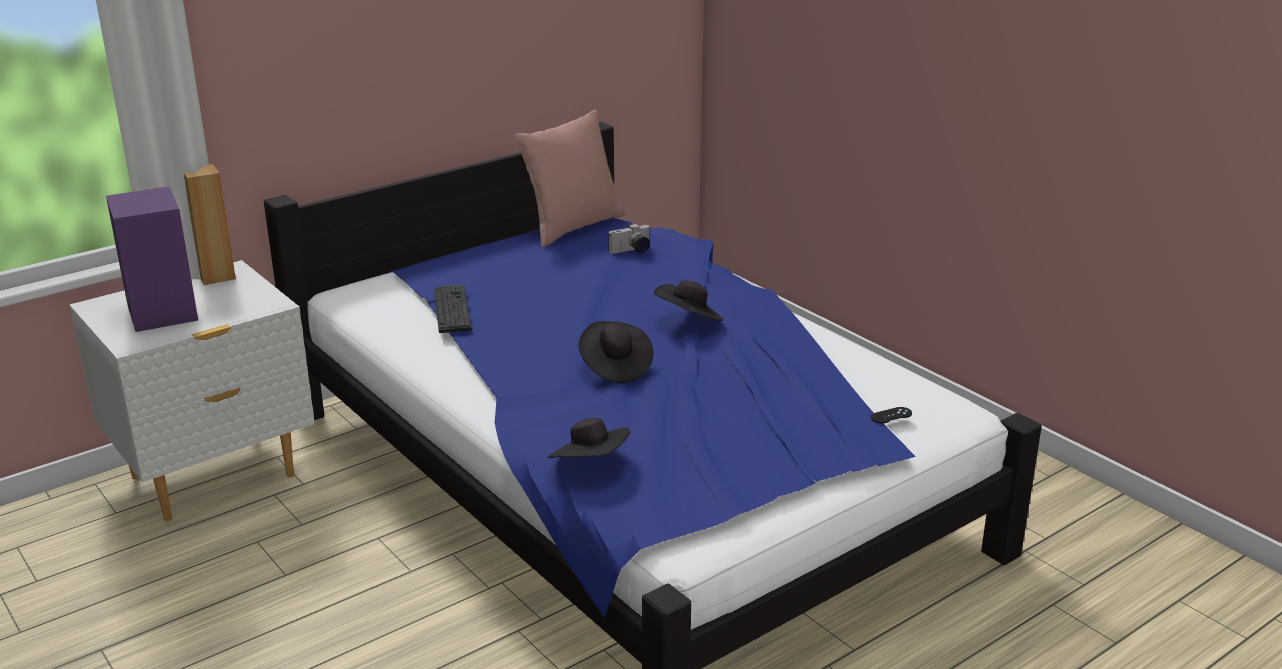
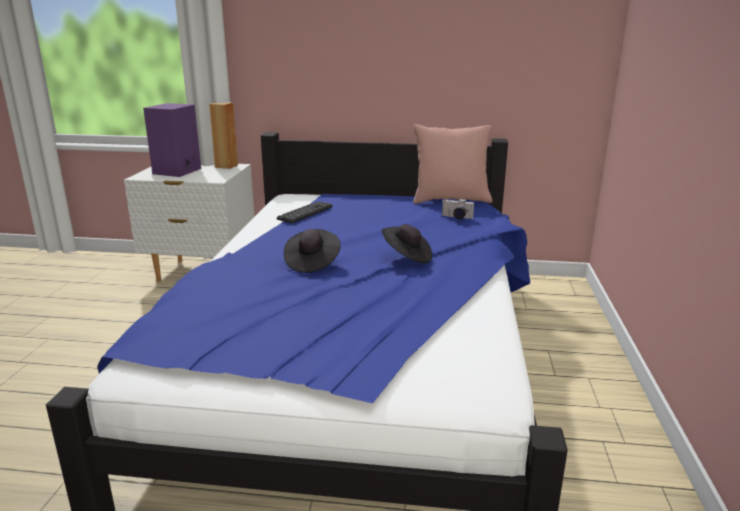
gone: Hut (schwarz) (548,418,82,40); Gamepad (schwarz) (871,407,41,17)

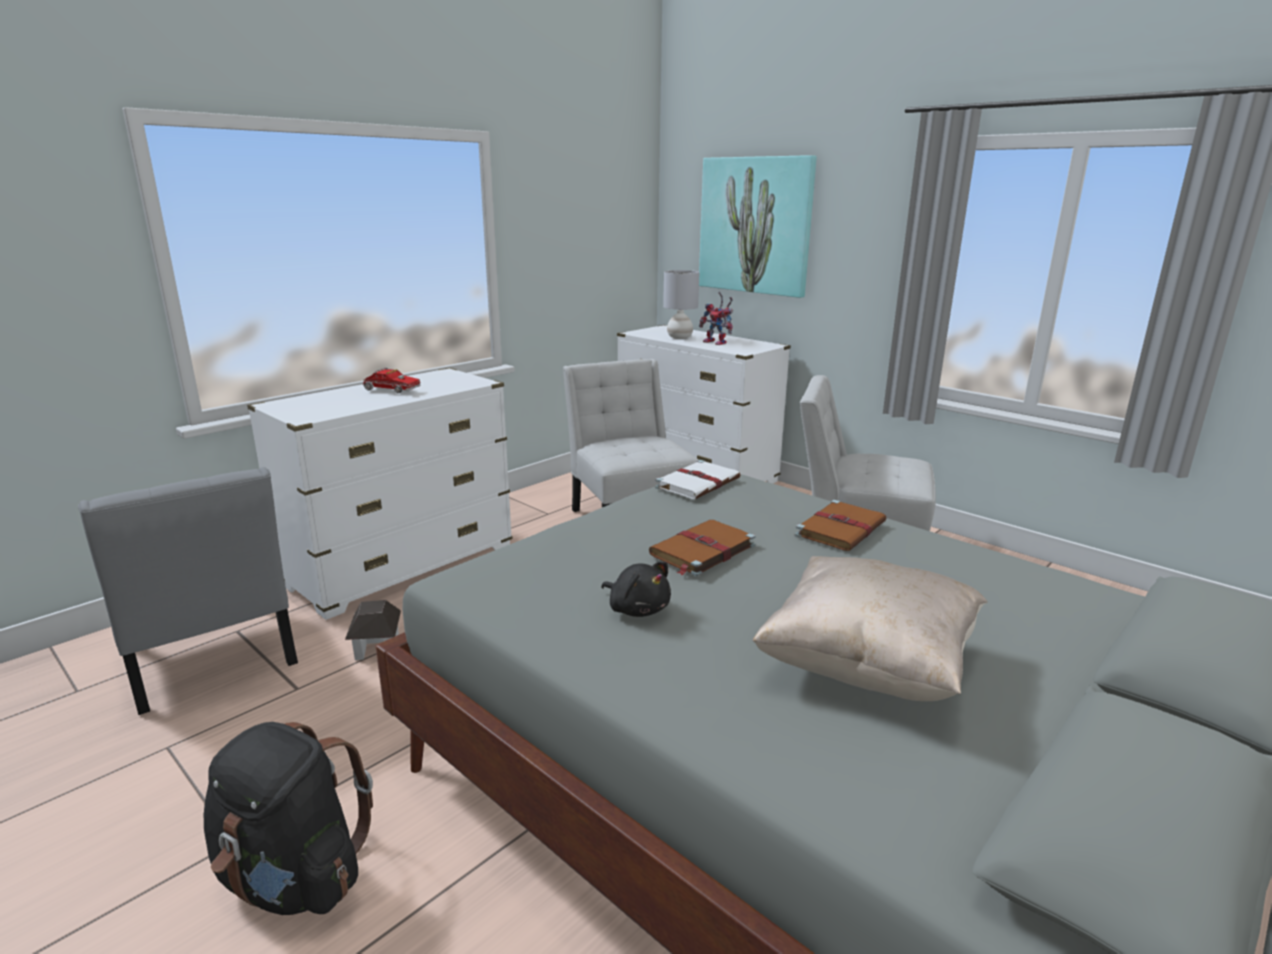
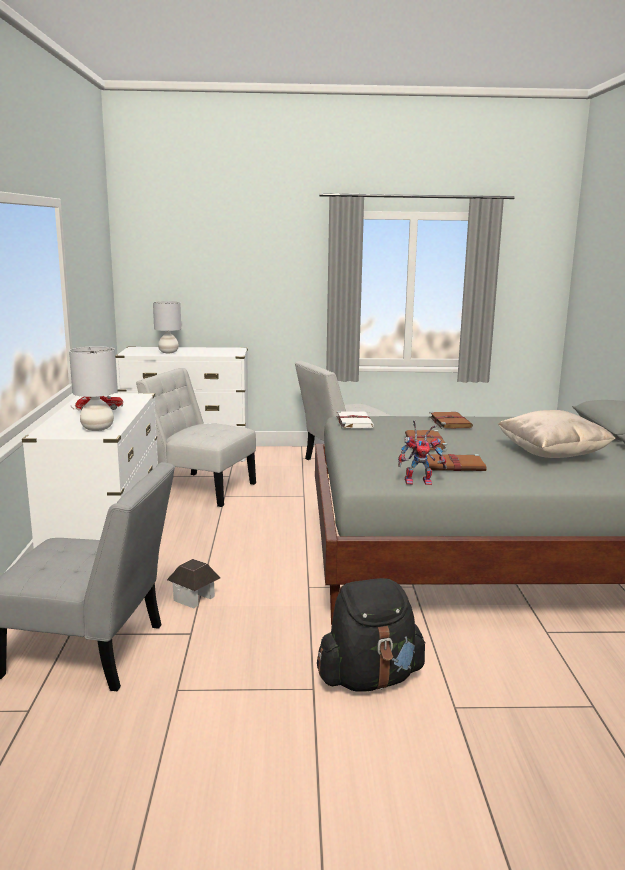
gone: Bild (699,155,118,143)
new: Tischlampe (grau) (69,346,48,85)
shifted: Spielzeugroboter (699,292,34,53) to (398,420,49,65)
swapped: Plüschtier (schwarz) (601,562,70,55) to Buch (braun) (427,454,59,17)

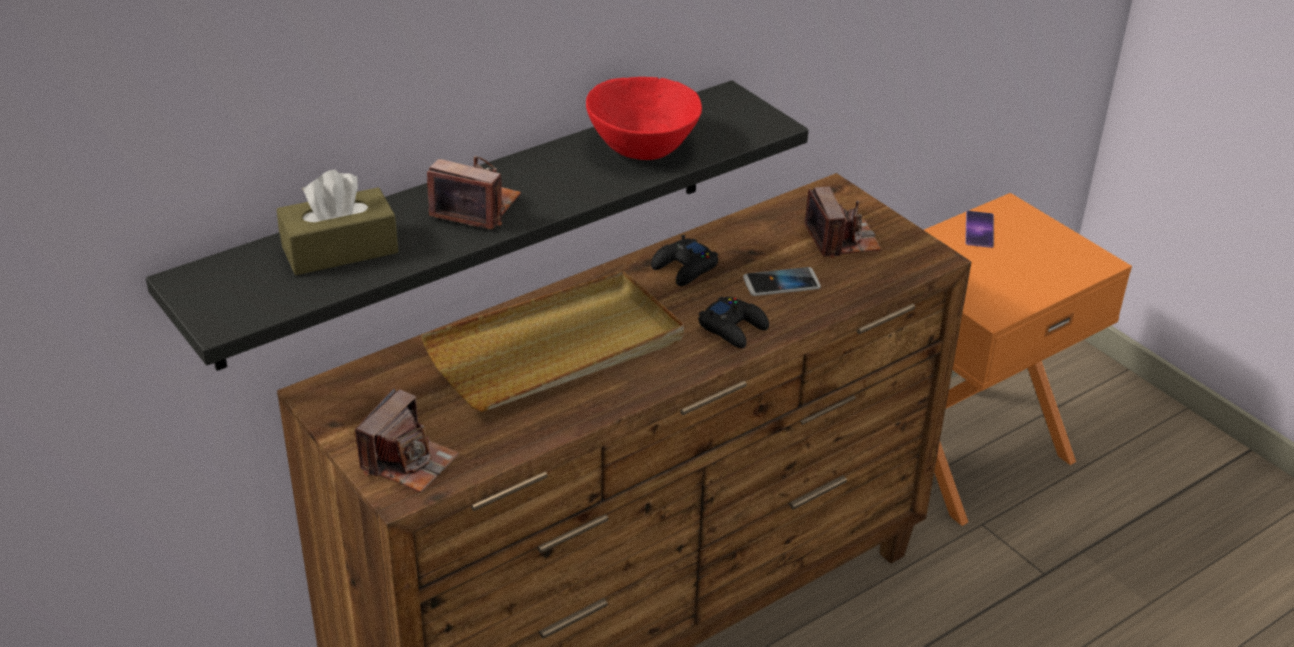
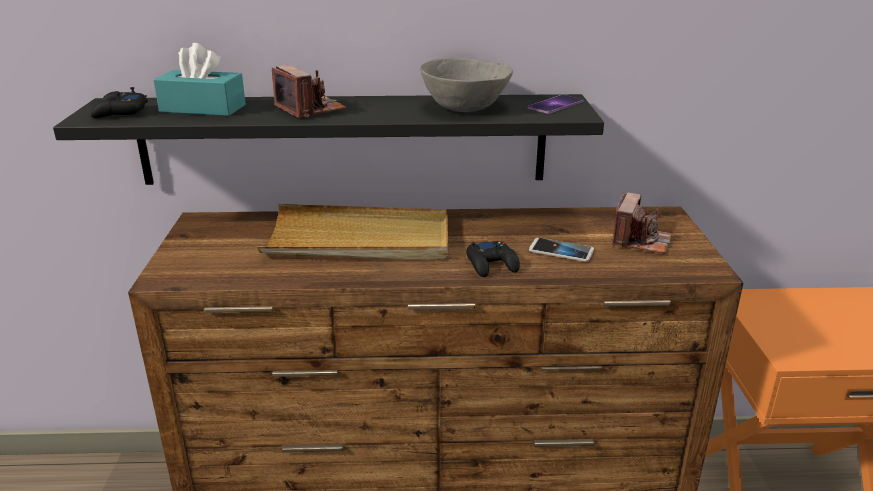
gone: Kamera (355,388,104,105)
shifted: Gamepad (schwarz) (651,235,67,51) to (91,87,57,31); Handy (965,211,29,37) to (528,95,55,19)
repainted: Taschentuchbox (braun) (276,170,122,105) to Taschentuchbox (türkis) (154,43,92,73); Schüssel (rot) (586,77,116,83) to Schüssel (grau) (420,58,93,54)

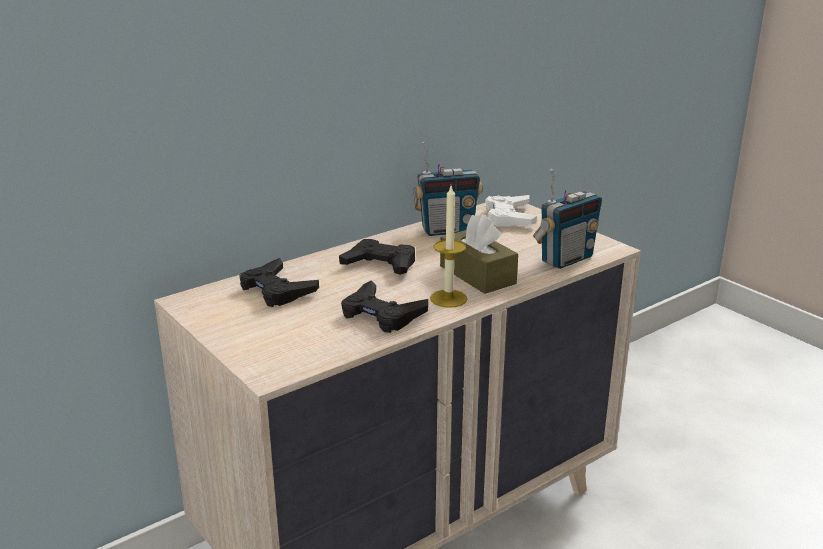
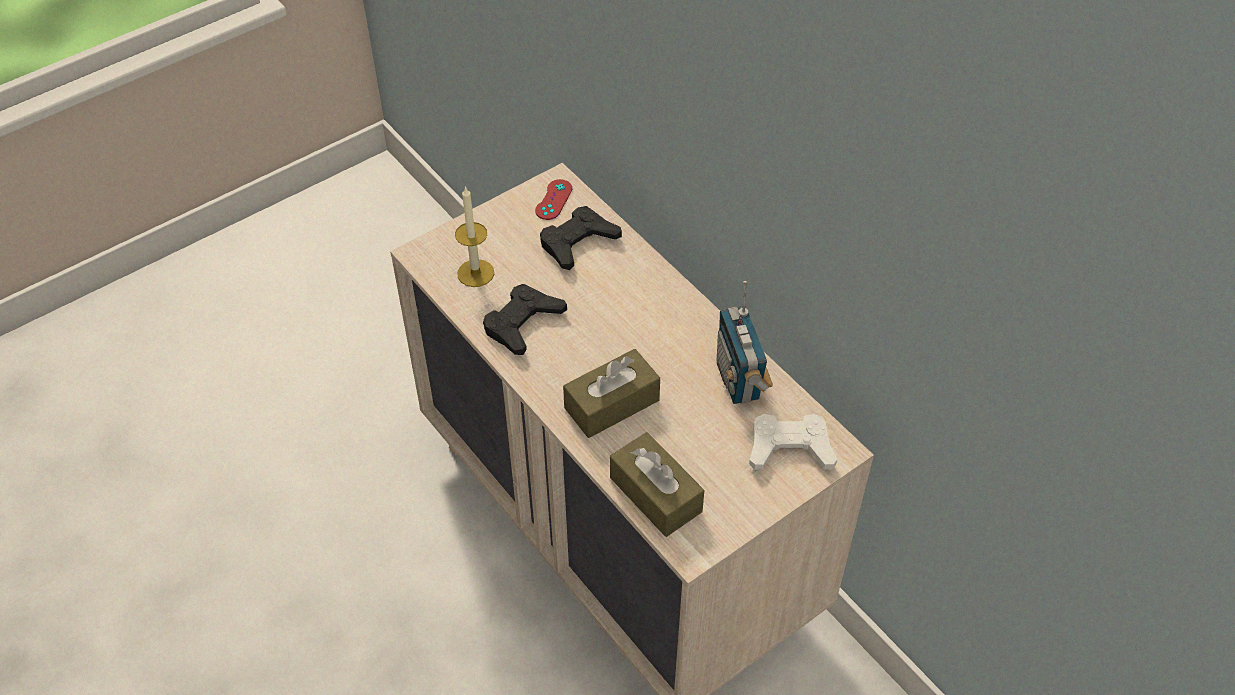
gone: Gamepad (schwarz) (339,239,76,36)
new: Gamepad (rot) (535,179,37,41)
shifted: Kerze (430,186,37,122) to (455,186,39,101)
swapped: Radio (533,169,69,100) to Taschentuchbox (braun) (610,432,94,105)

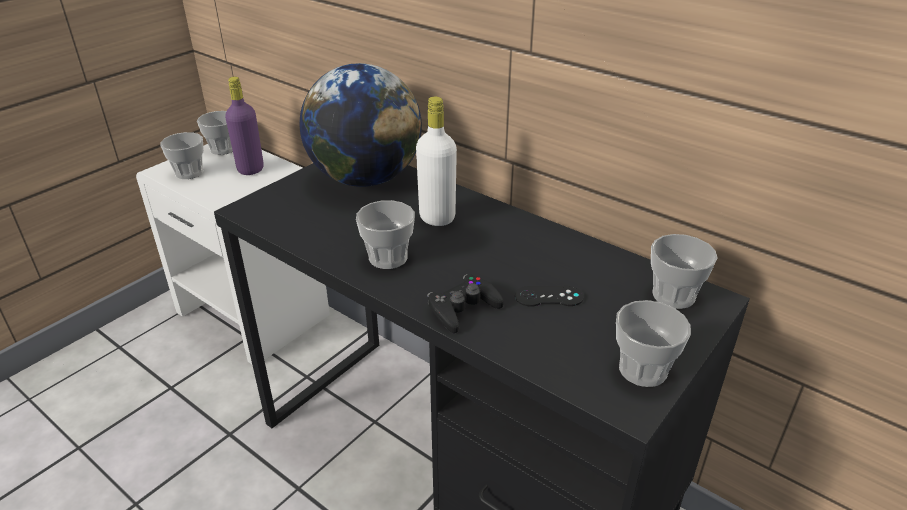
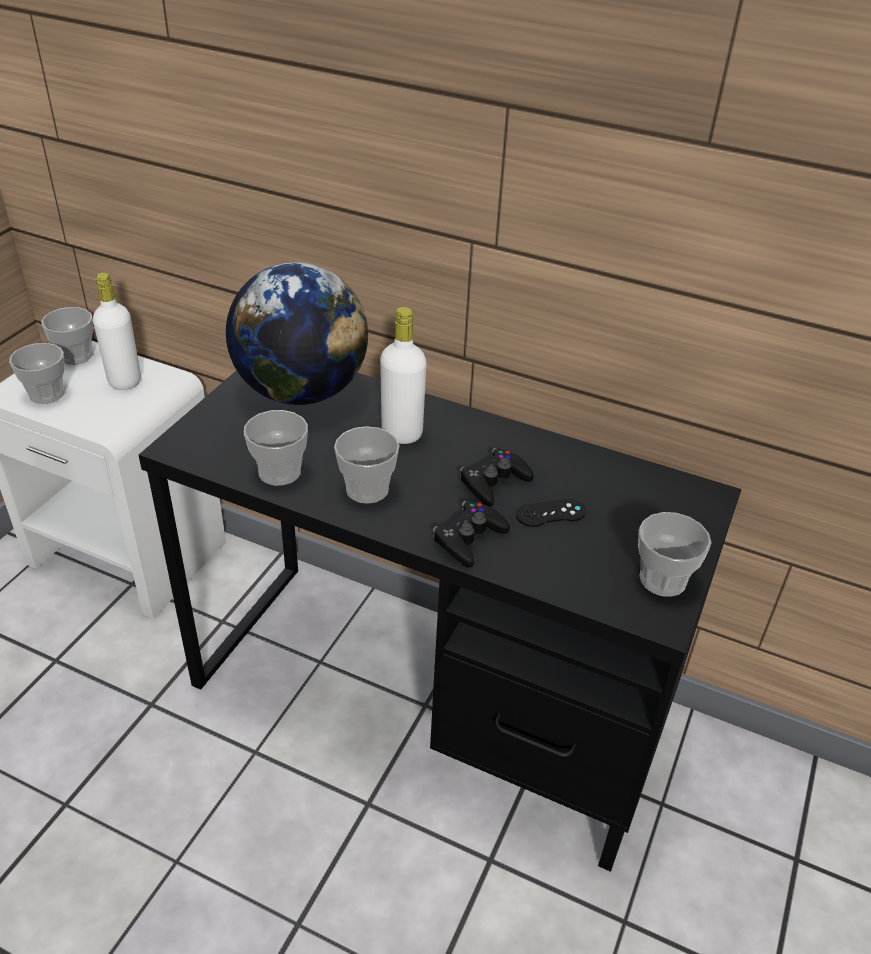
new: Gamepad (schwarz) (460,448,74,59)
shifted: Tasse (651,234,67,75) to (244,410,64,76)
repainted: Flasche (lila) (225,77,39,98) to Flasche (weiß) (93,272,48,118)

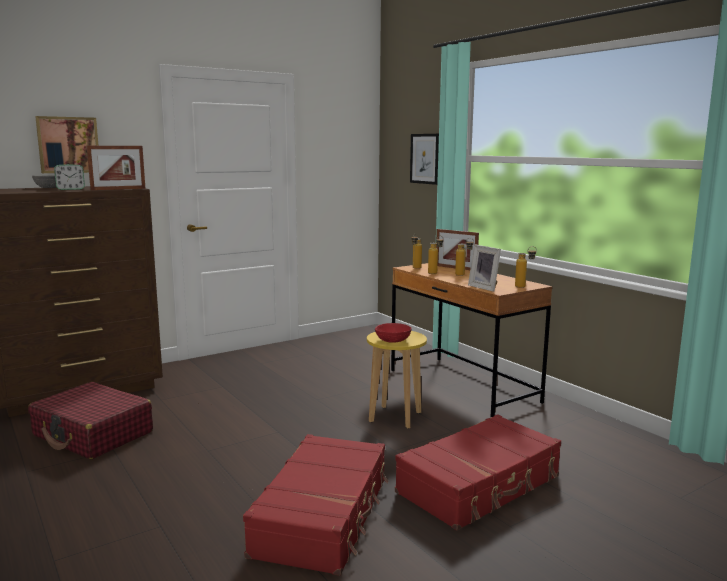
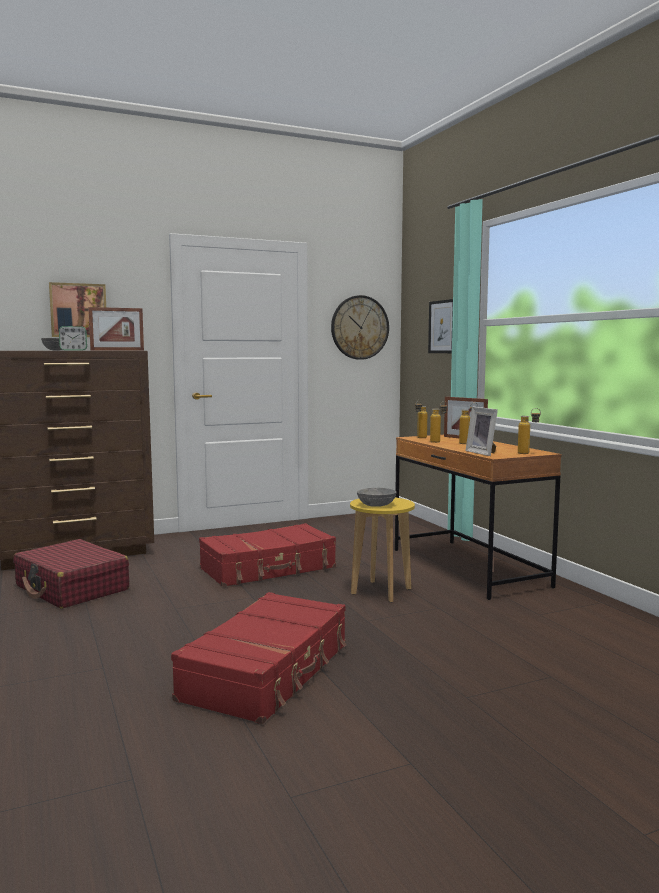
new: Wanduhr (331,295,58,65)
shifted: Koffer (rot) (395,414,166,117) to (199,523,137,64)
repainted: Schüssel (rot) (375,323,37,20) to Schüssel (grau) (357,488,39,19)

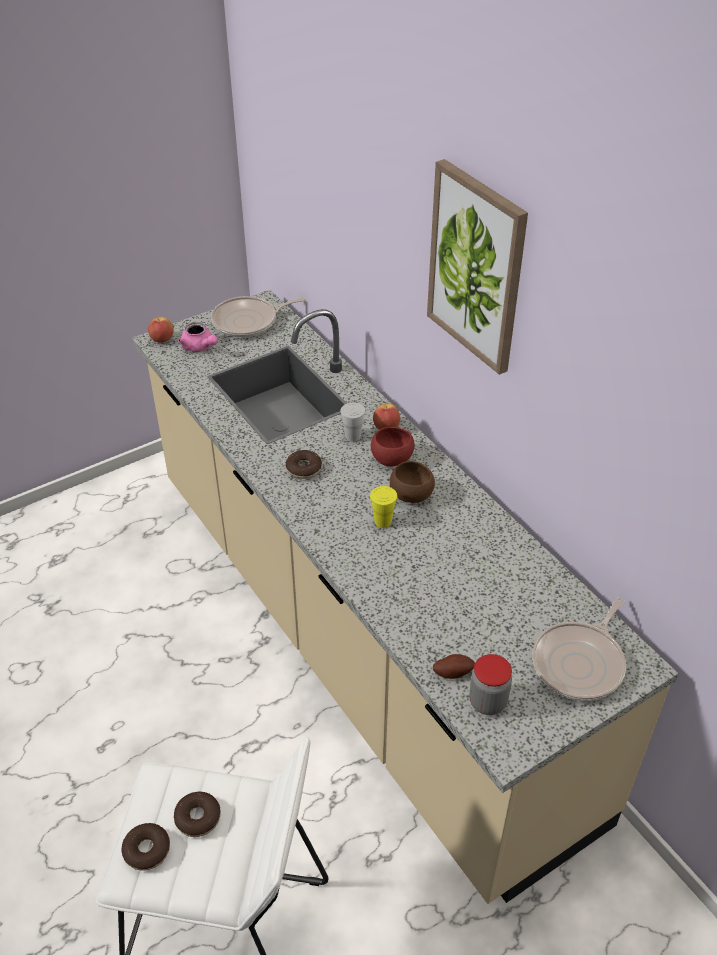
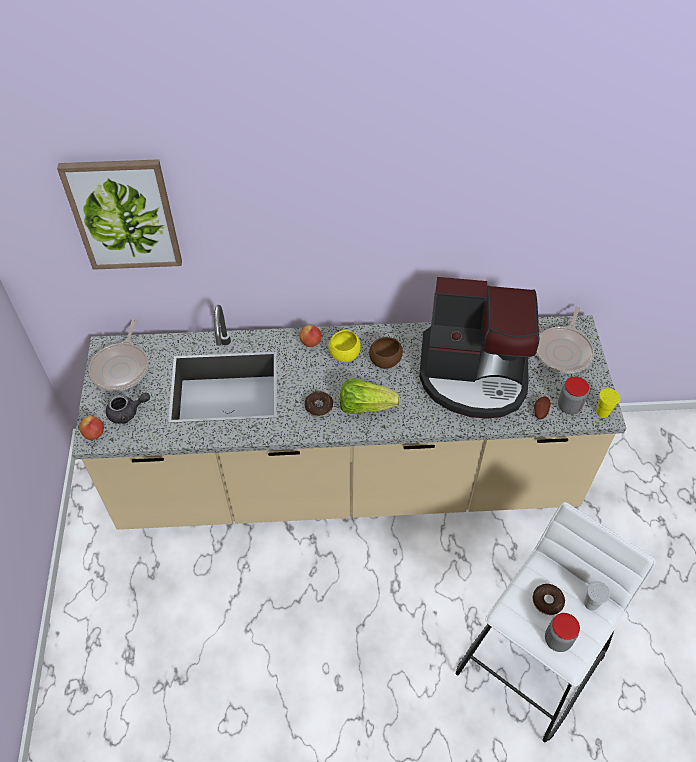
new: Salatkopf (340,378,60,36); Kaffeemaschine (419,277,121,141)
shifted: Tasse (weiß) (340,402,26,40) to (584,581,26,30); Tasse (gelb) (370,486,27,42) to (596,388,24,30); Bild (427,159,101,216) to (57,159,125,111)
swapped: Donut (122,823,48,48) to Vorratsglas (545,613,35,39)
repainted: Teekanne (rosa) (178,322,40,30) to Teekanne (grau) (106,392,44,32); Schüssel (rot) (371,427,43,39) to Schüssel (gelb) (328,330,33,32)
rotated: Pfanne (532,597,94,104) = (536,306,58,68) 45 degrees clockwise

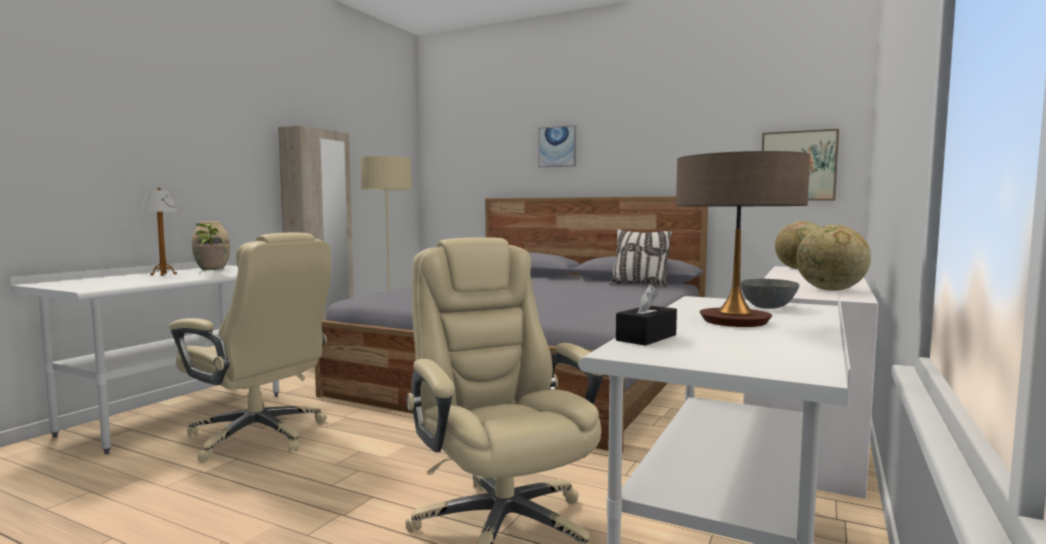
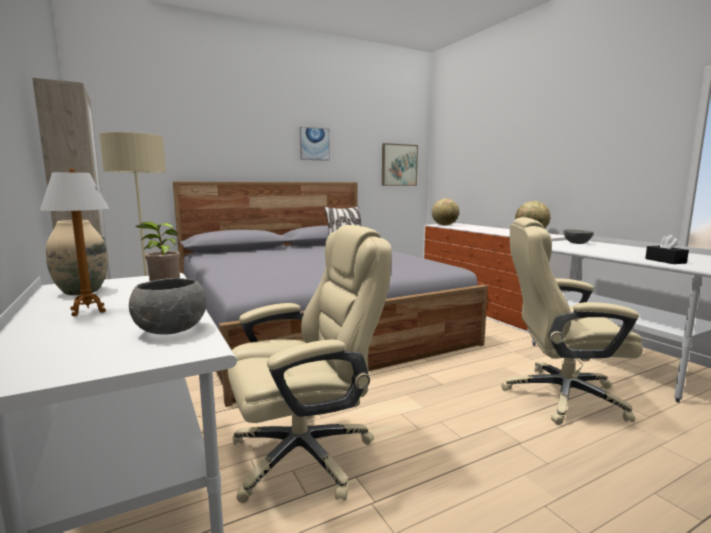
gone: Tischlampe (676,151,134,176)
new: Schüssel (grau) (129,278,77,57)
shifted: Bild (539,125,37,43) to (299,127,31,34)

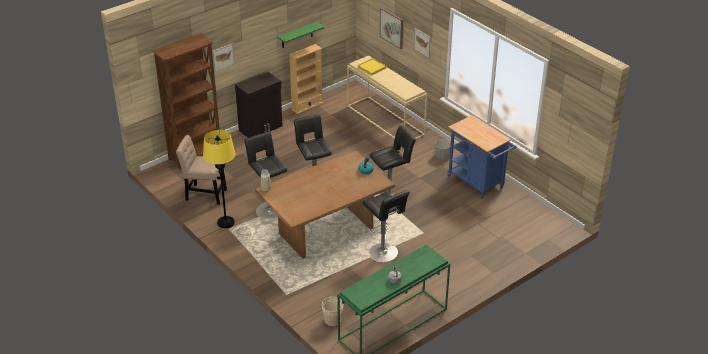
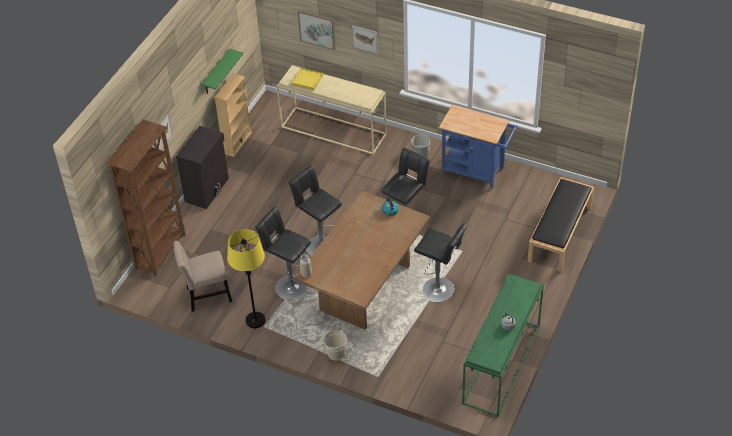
new: Bank (schwarz) (527,177,67,95)
shifted: Eimer (beige) (322,297,21,29) to (324,330,23,31)

